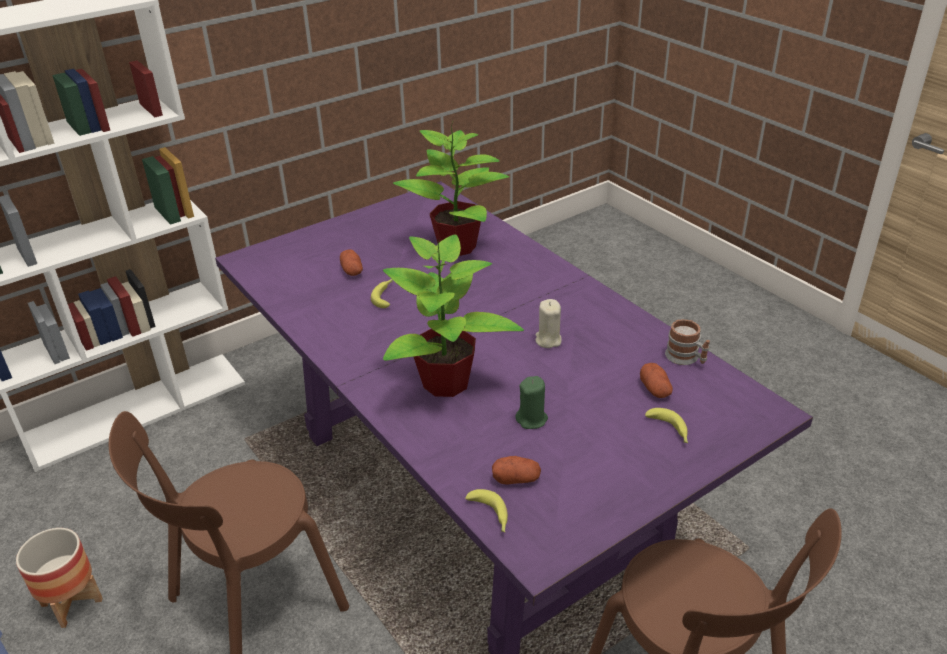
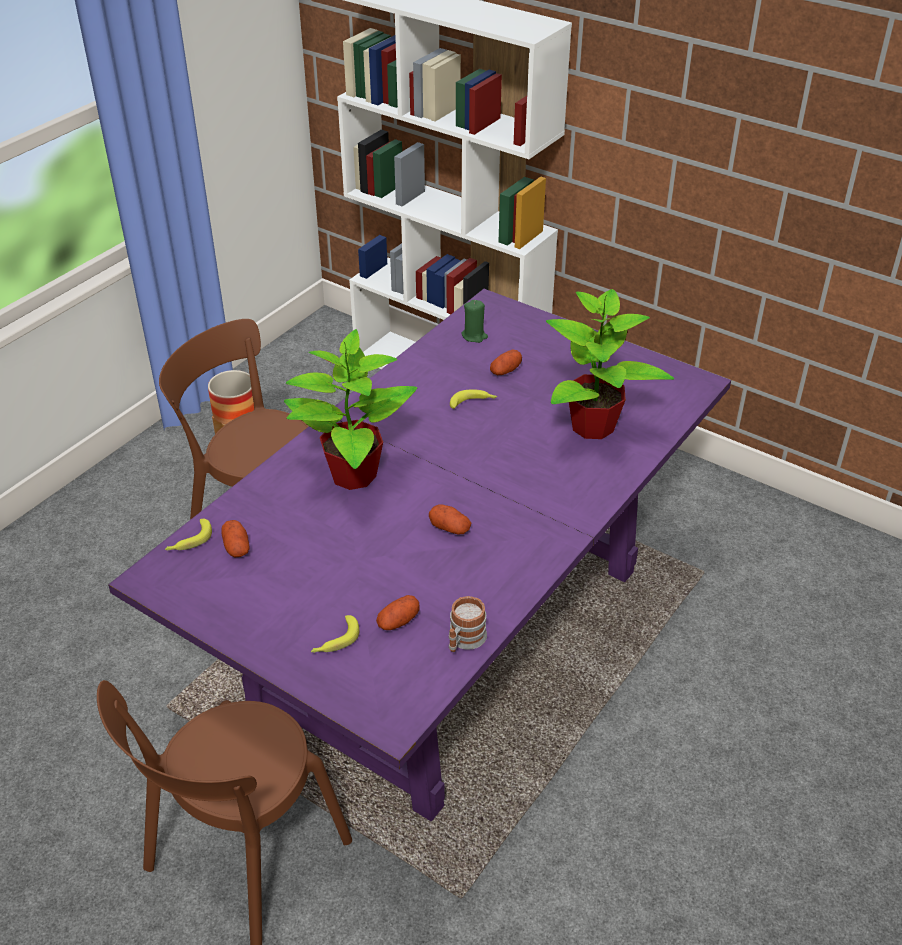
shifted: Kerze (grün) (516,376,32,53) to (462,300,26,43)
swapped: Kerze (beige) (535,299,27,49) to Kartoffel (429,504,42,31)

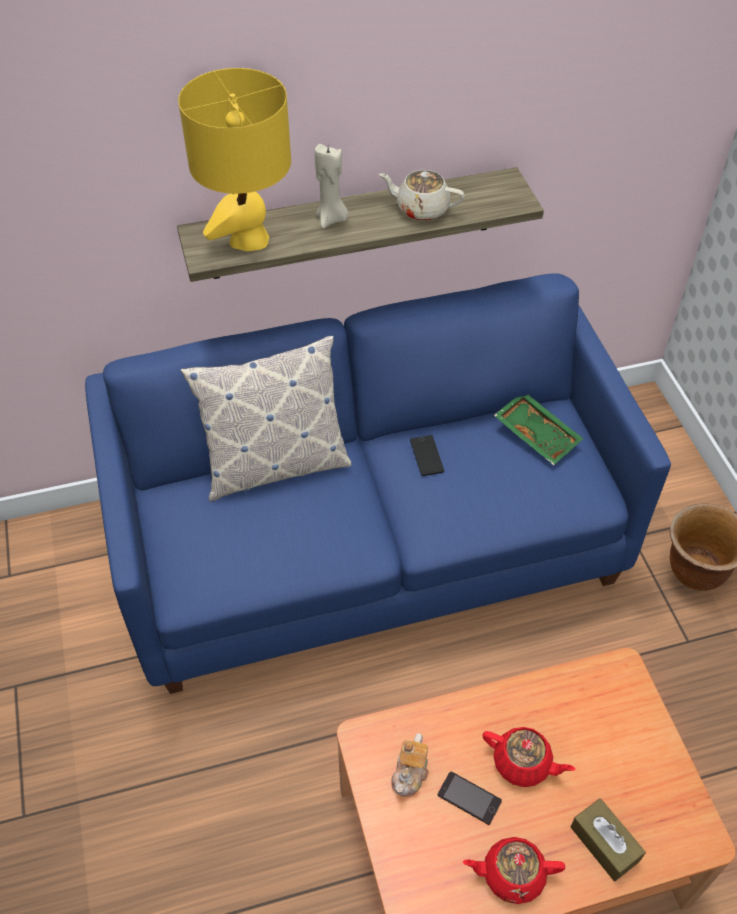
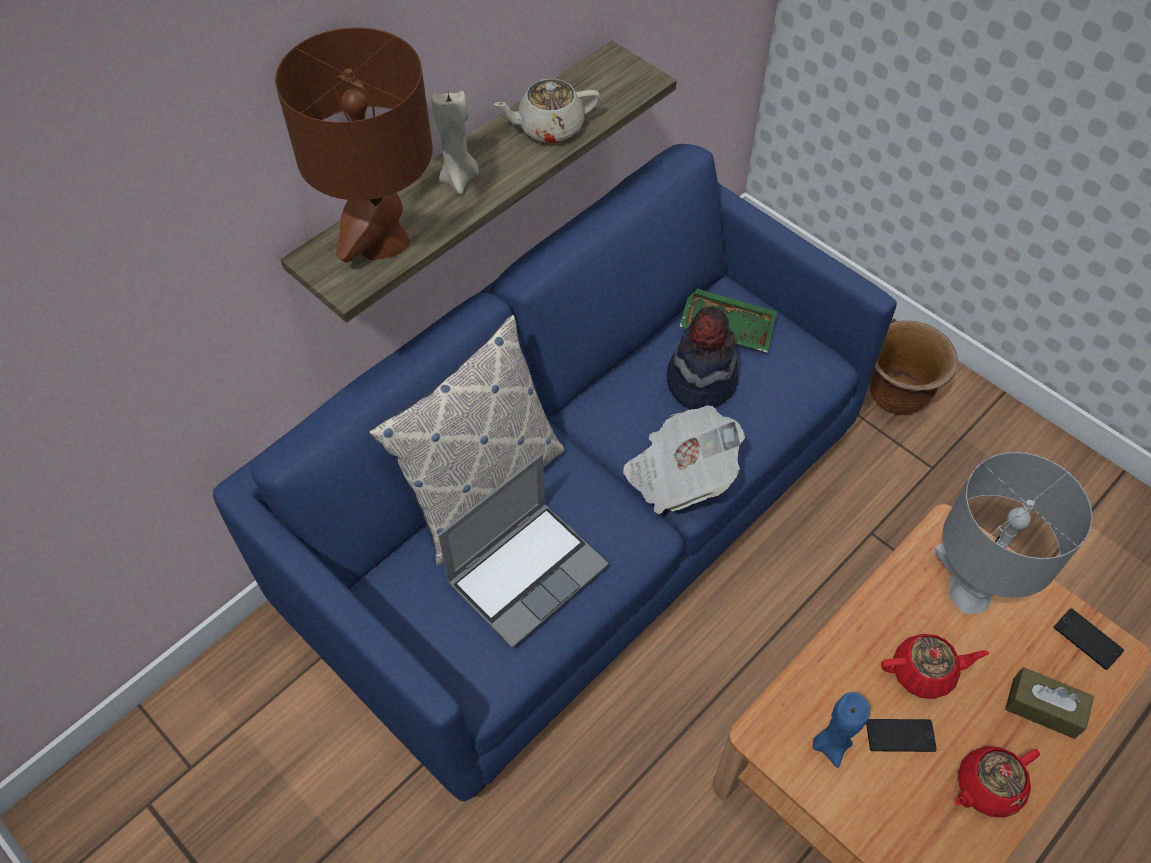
new: Laptop (438,453,171,196); Zeitung (623,405,122,109); Hut (667,307,71,103); Tischlampe (grau) (935,452,157,162)
shifted: Handy (410,435,34,41) to (1054,608,70,62)
swapped: Teekanne (391,733,38,64) to Kerze (blau) (813,692,57,76)
repainted: Tischlampe (gelb) (178,68,113,183) to Tischlampe (braun) (275,27,158,235)

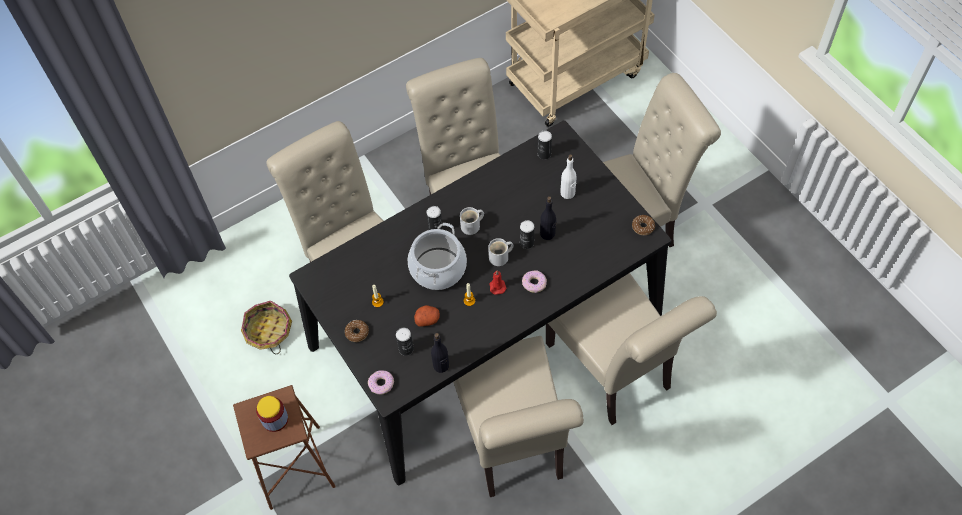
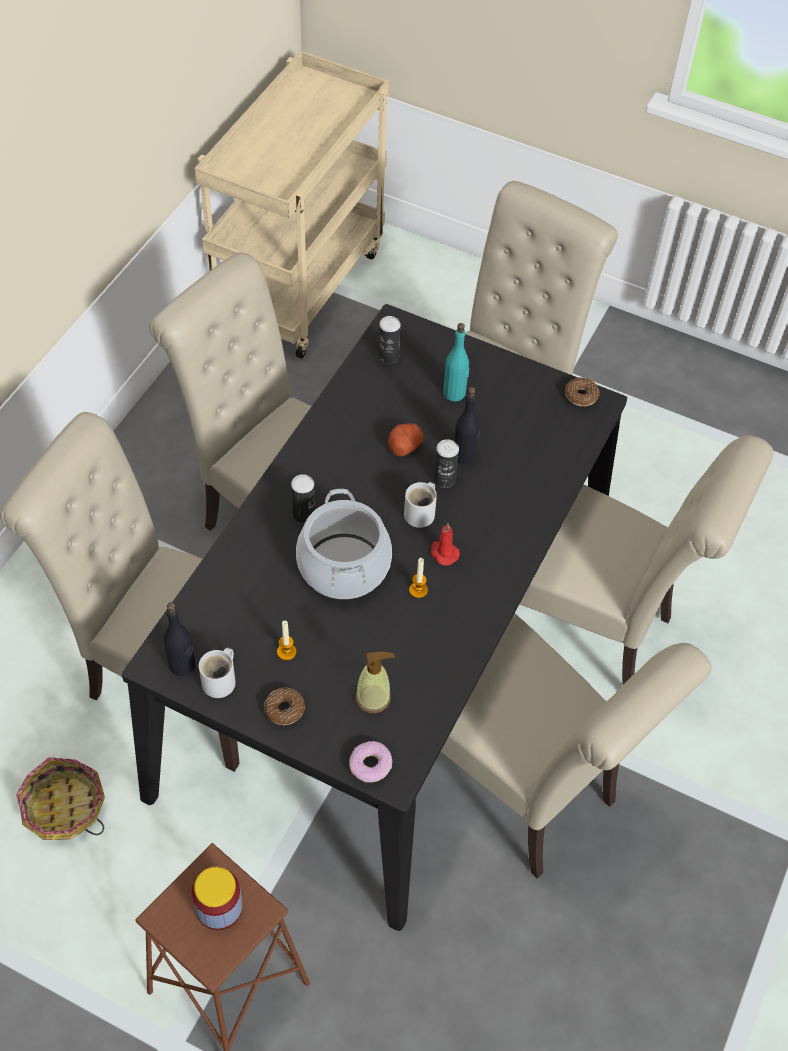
gone: Donut (522,271,25,22)
shifted: Kartoffel (414,305,26,22) to (388,423,35,34); Flasche (schwarz) (431,333,18,40) to (164,602,31,74); Henkelbecher (weiß) (460,207,24,28) to (199,648,37,50)
swapped: Dose (396,328,18,28) to Seifenspender (355,652,40,61)
repainted: Flasche (weiß) (560,154,17,45) to Flasche (türkis) (443,323,26,79)

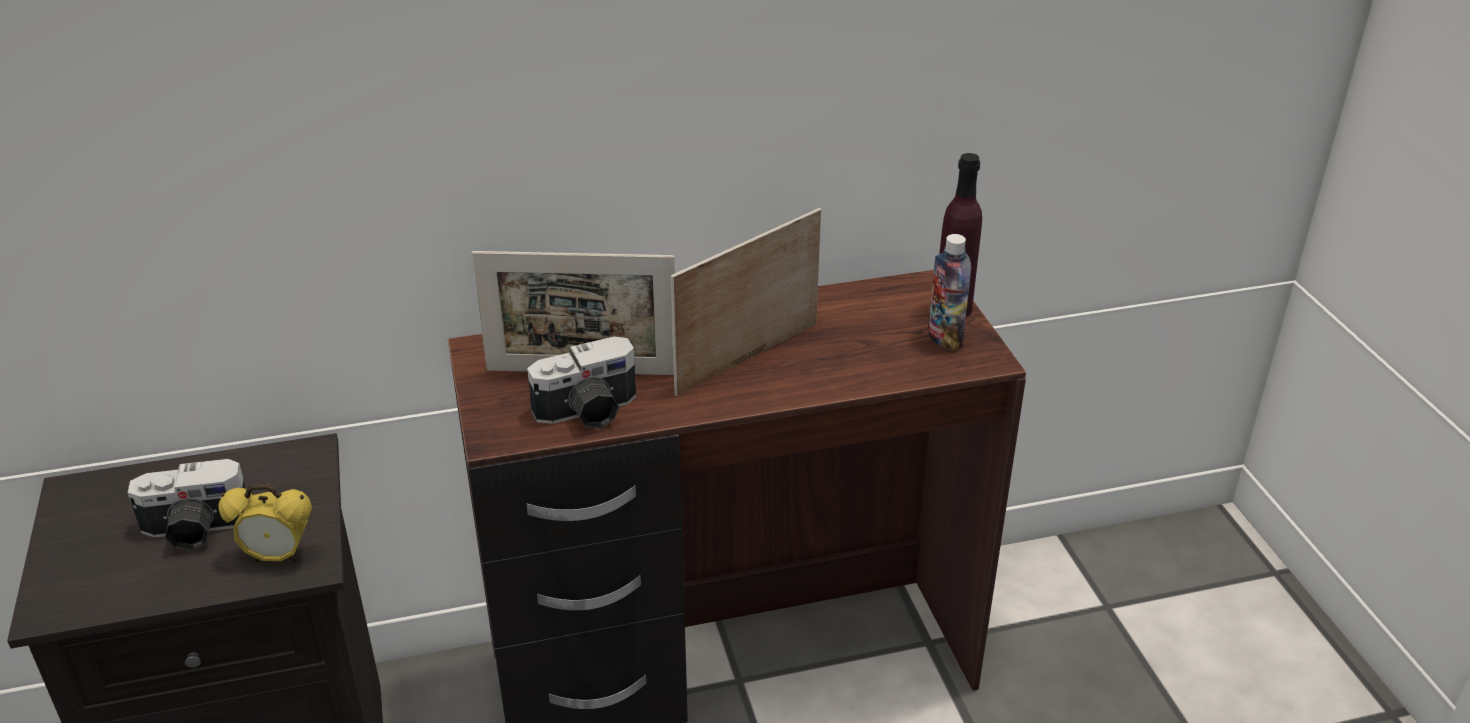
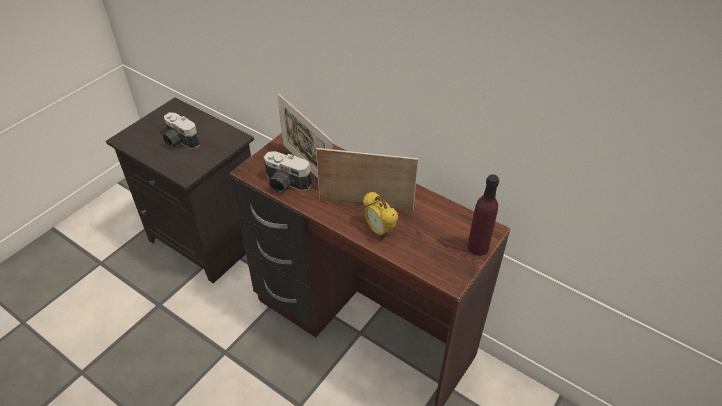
gone: Flasche (928,234,43,116)
shifted: Wecker (218,484,94,79) to (363,192,35,46)

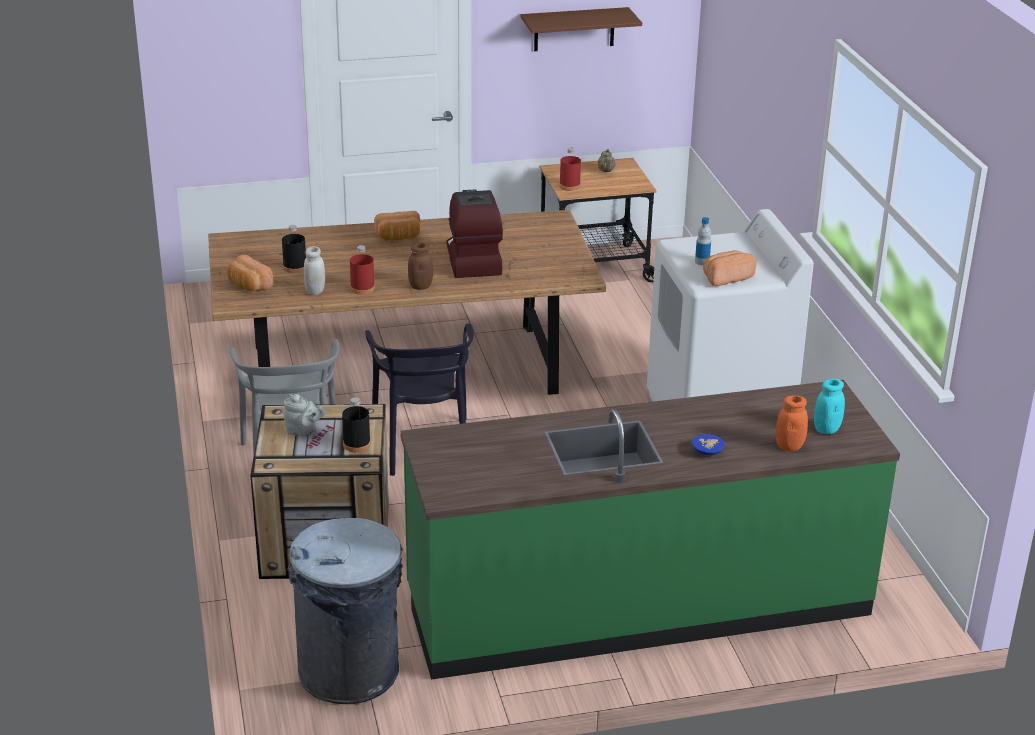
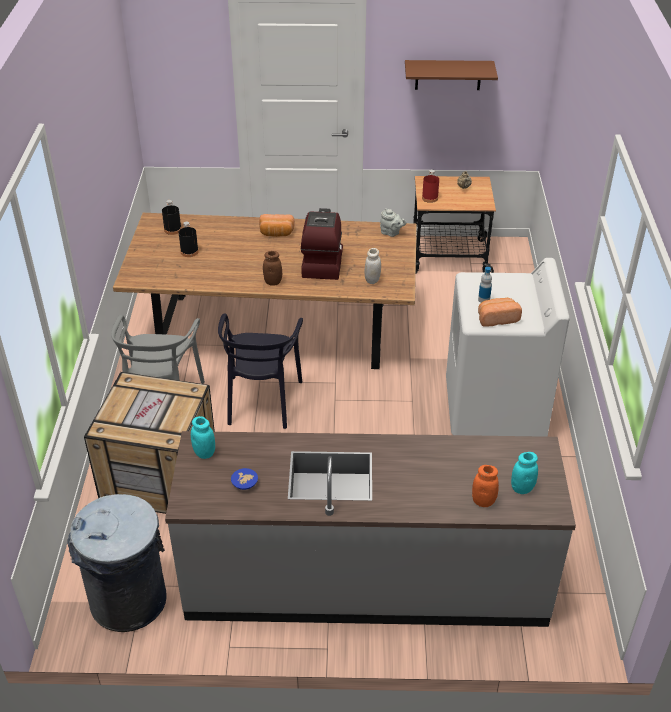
gone: Brot (227,255,46,36); Flasche (rot) (350,245,25,50)
new: Vorratsglas (türkis) (191,416,24,43)
shifted: Teekanne (grau) (284,394,42,43) to (380,208,27,29); Vorratsglas (weiß) (304,246,21,49) to (365,248,16,36); Flasche (schwarz) (342,397,29,55) to (162,200,20,35); Schüssel (blau) (692,434,33,22) to (231,468,27,22)
repainted: Küchenzeile (grün) (400,380,500,300) to Küchenzeile (grau) (165,431,411,196)

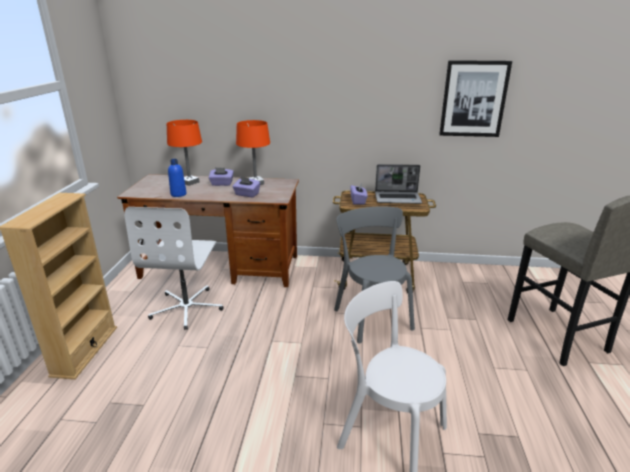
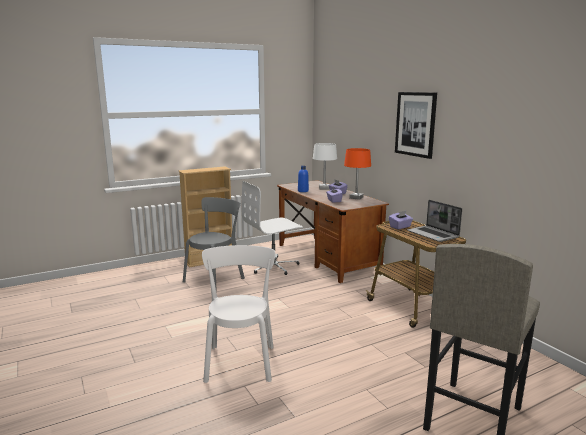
shifted: Stuhl (grau) (334,207,81,137) to (183,197,62,95); Bild (439,60,73,77) to (395,92,42,67)
repainted: Tischlampe (orange) (167,120,35,66) to Tischlampe (weiß) (313,143,24,46)

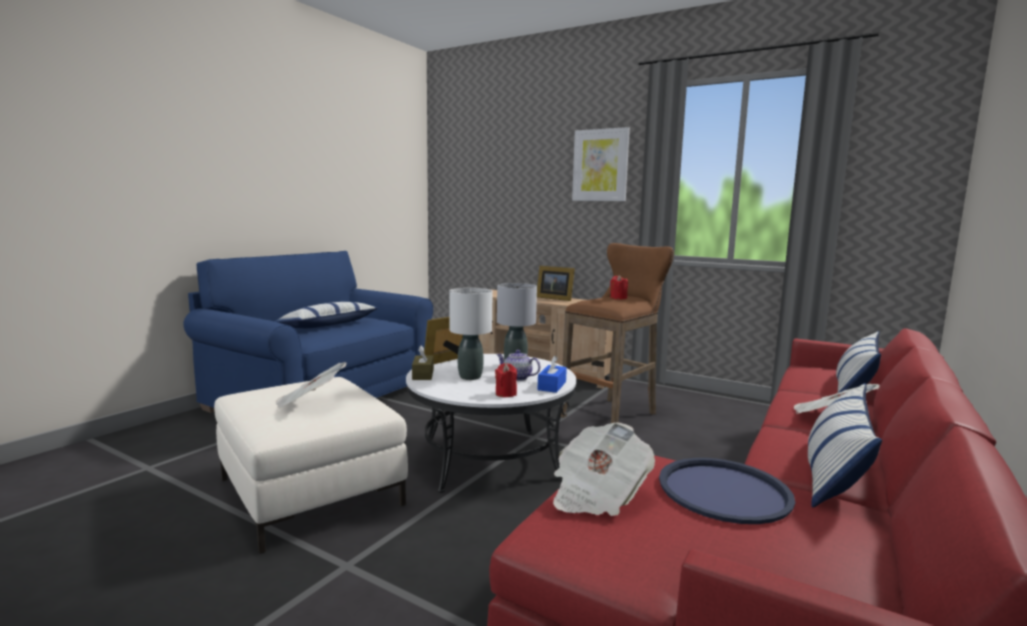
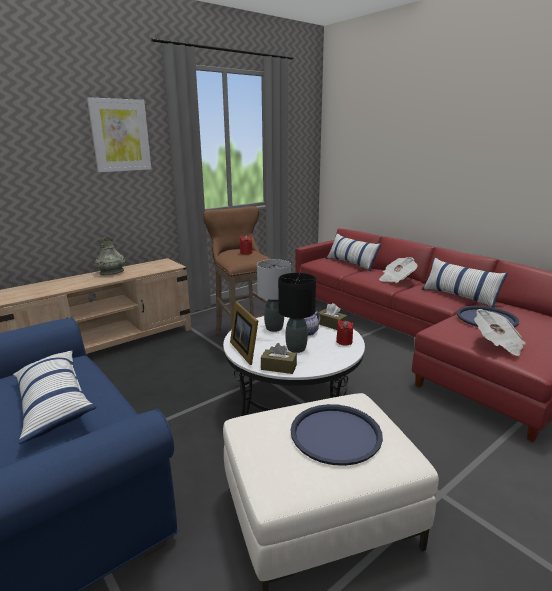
swapped: Zeitung (276,362,71,47) to Tablett (blau) (291,404,92,62); Bilderrahmen (537,266,38,35) to Vase (grau) (95,237,30,38)
repainted: Tischlampe (weiß) (449,288,44,92) to Tischlampe (schwarz) (278,273,38,80); Taschentuchbox (blau) (538,356,29,37) to Taschentuchbox (braun) (317,303,30,27)

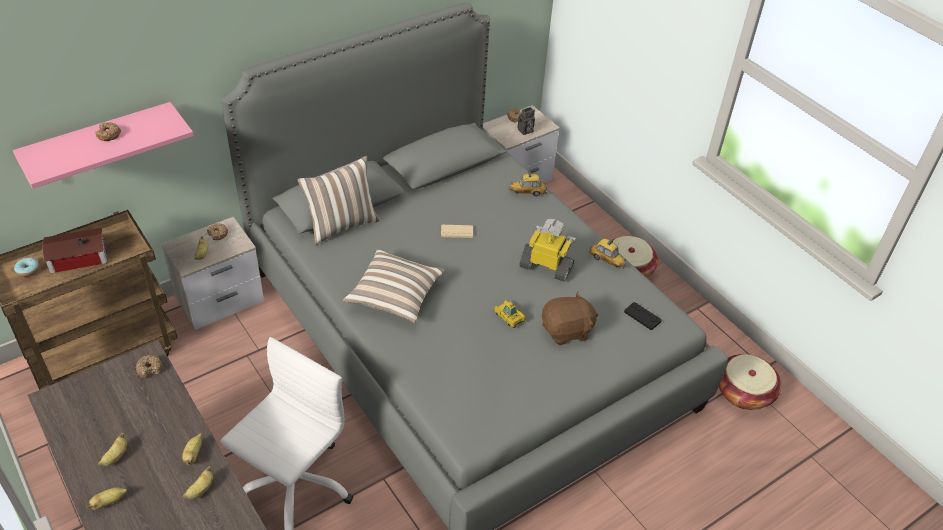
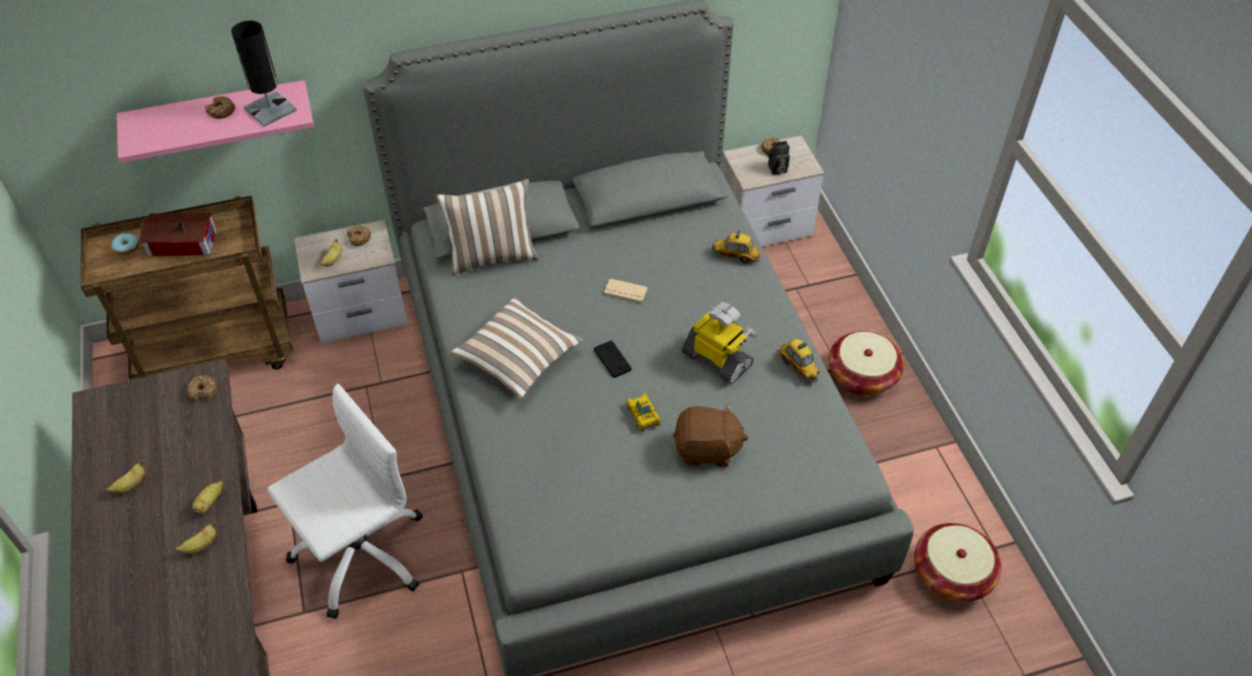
gone: Banane (86,487,41,23)
new: Tischlampe (schwarz) (231,21,66,106)
shifted: Gamepad (schwarz) (624,302,38,28) to (594,340,38,38)

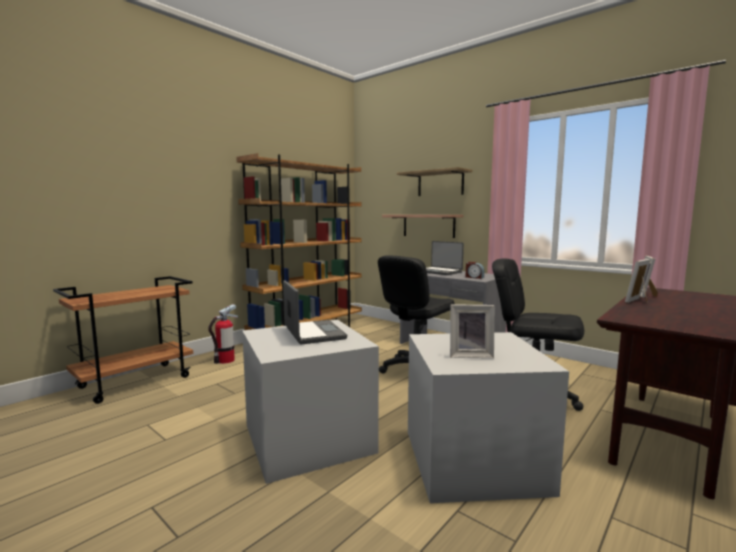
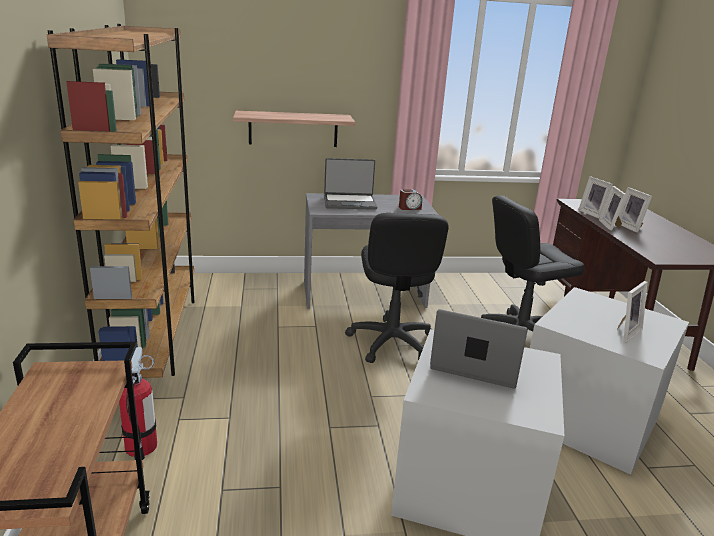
gone: Wandregal (397,167,75,29)
new: Bilderrahmen (619,187,33,46)

